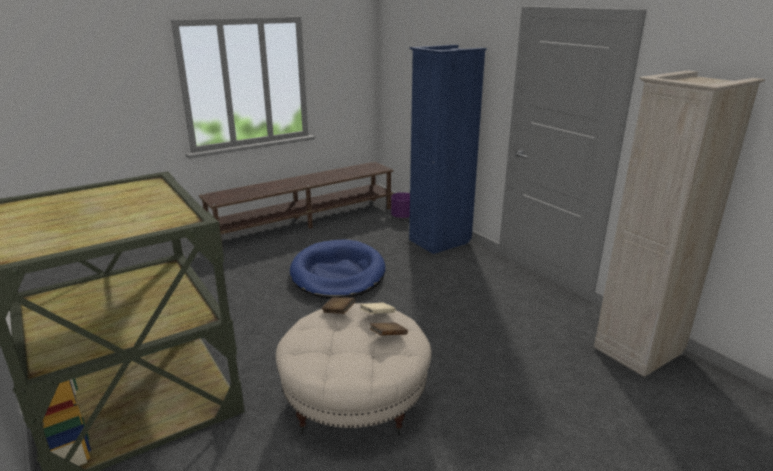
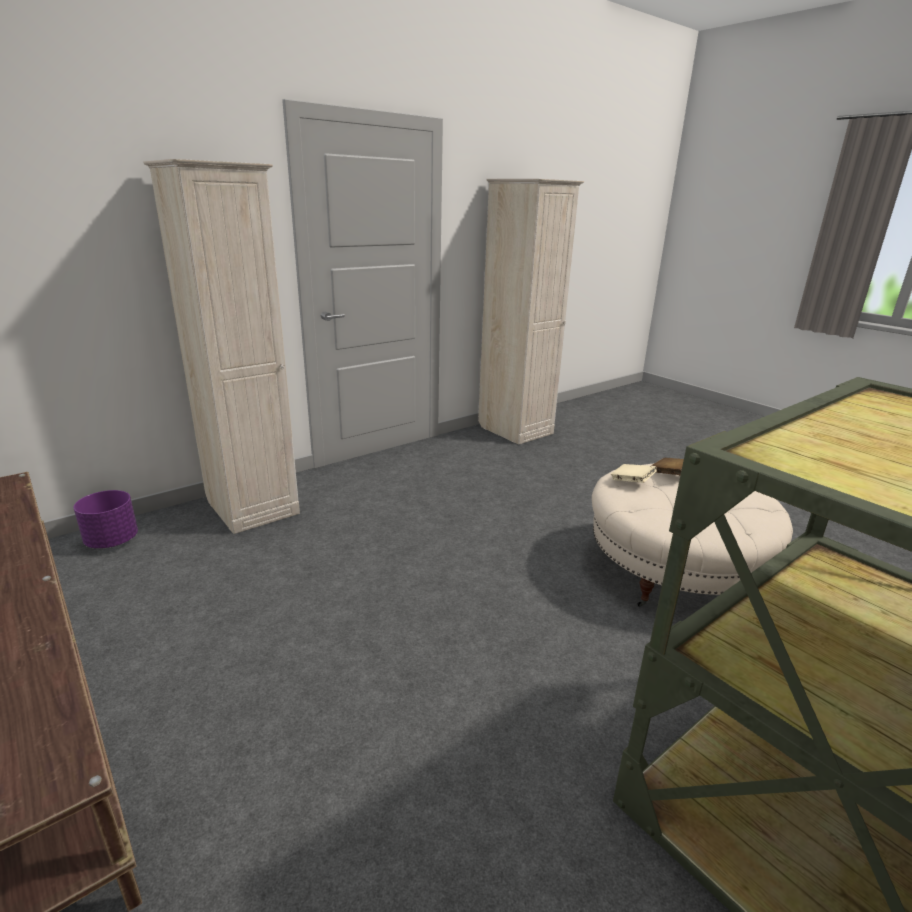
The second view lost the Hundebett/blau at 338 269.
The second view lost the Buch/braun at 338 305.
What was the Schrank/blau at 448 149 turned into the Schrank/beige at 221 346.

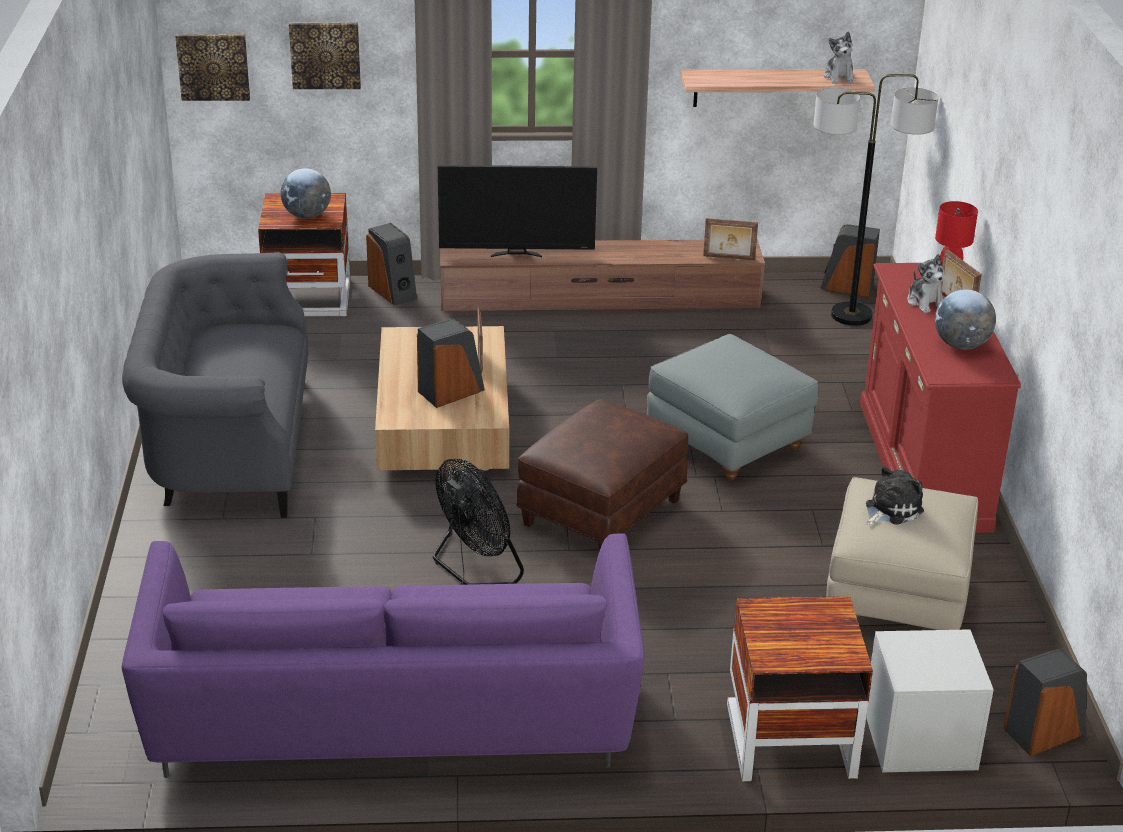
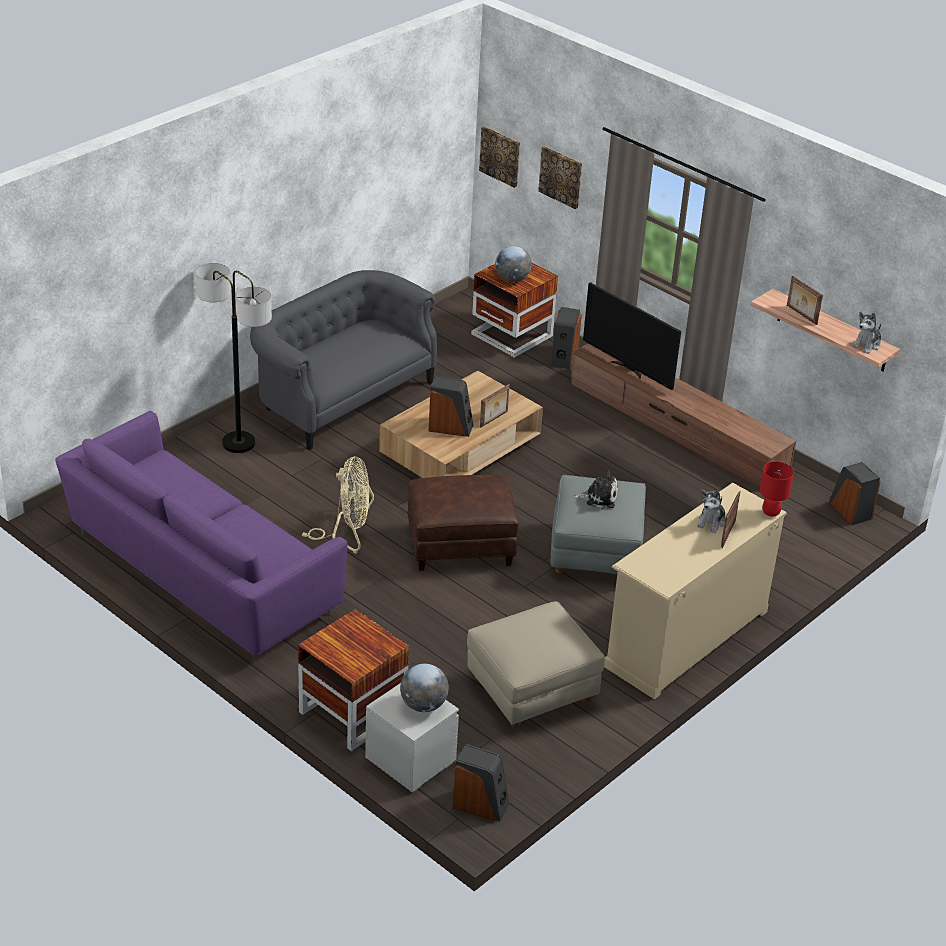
The Bilderrahmen ended up elsewhere, having gone from 730 239 to 805 300.
The Stehlampe ended up elsewhere, having gone from 875 200 to 233 358.
The Plüschtier ended up elsewhere, having gone from 895 495 to 596 489.
The Globus ended up elsewhere, having gone from 965 319 to 424 688.
What was the Ventilator/schwarz at 478 522 turned into the Ventilator/beige at 337 505.
What was the Schrank/rot at 940 398 turned into the Schrank/beige at 695 591.

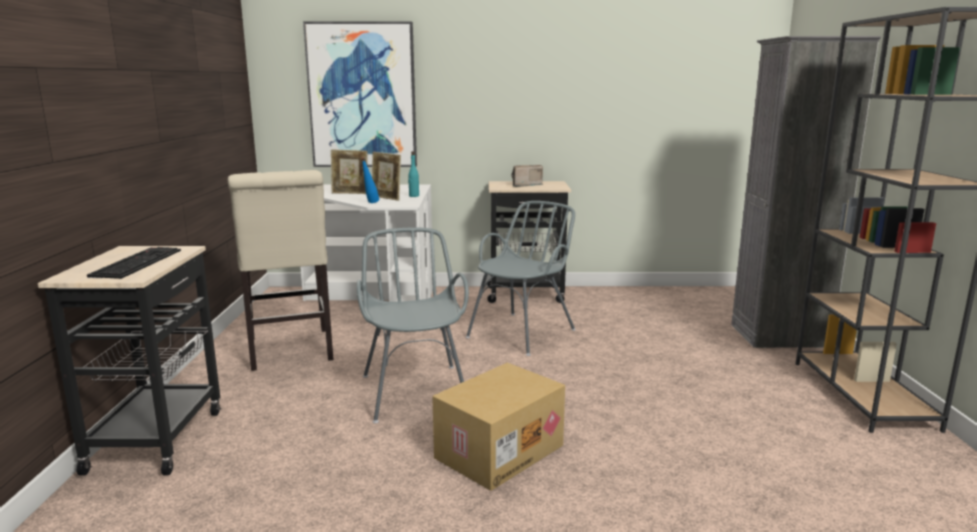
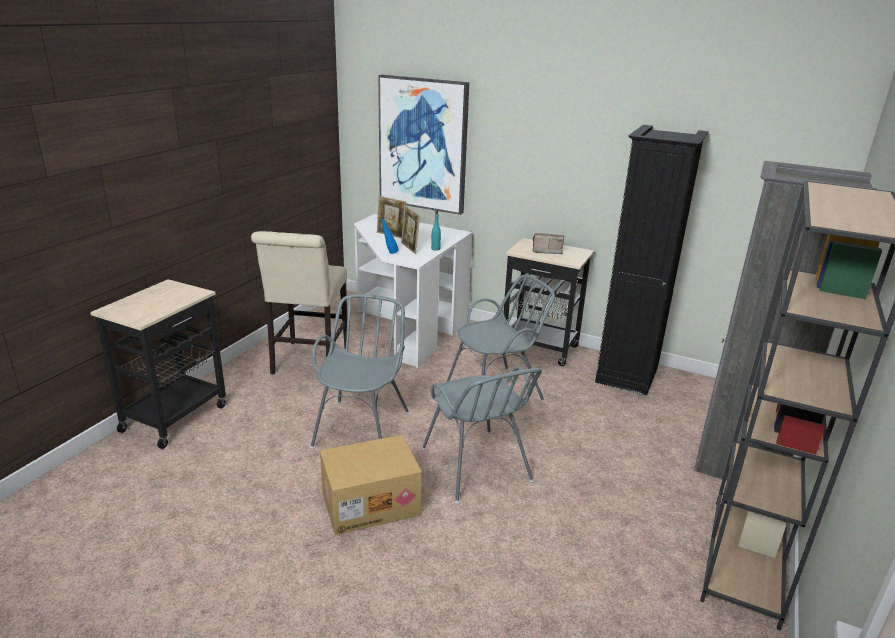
The second view lost the Tastatur at 134 263.
The second view gained the Stuhl/grau at 481 435.
The second view gained the Schrank/schwarz at 652 260.

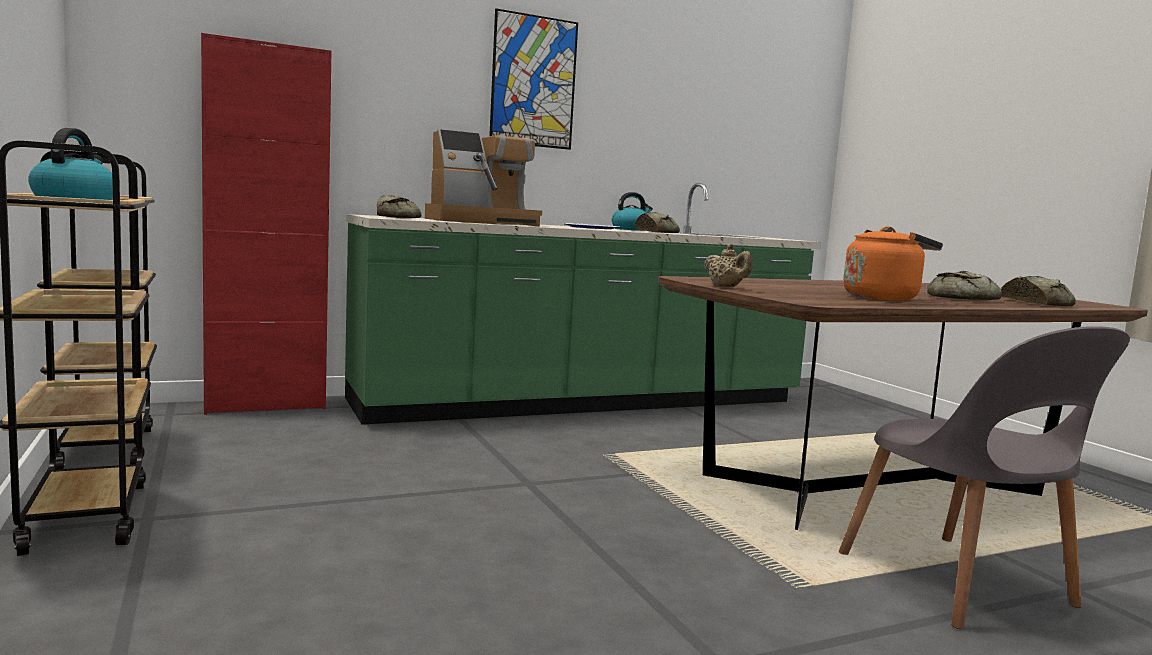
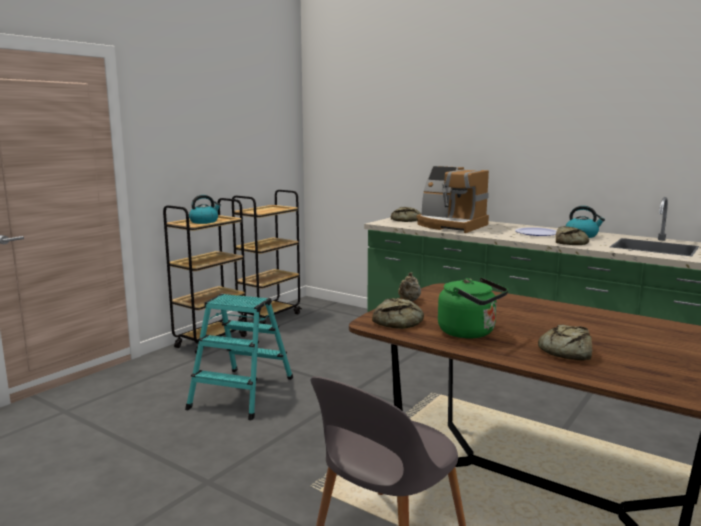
The second view lost the Schrank/rot at 266 224.
The second view lost the Bild at 533 79.
The second view gained the Trittleiter/türkis at 239 357.
The Brot ended up elsewhere, having gone from 1038 291 to 398 313.
What was the Wasserkessel/orange at 893 263 turned into the Wasserkessel/grün at 473 307.

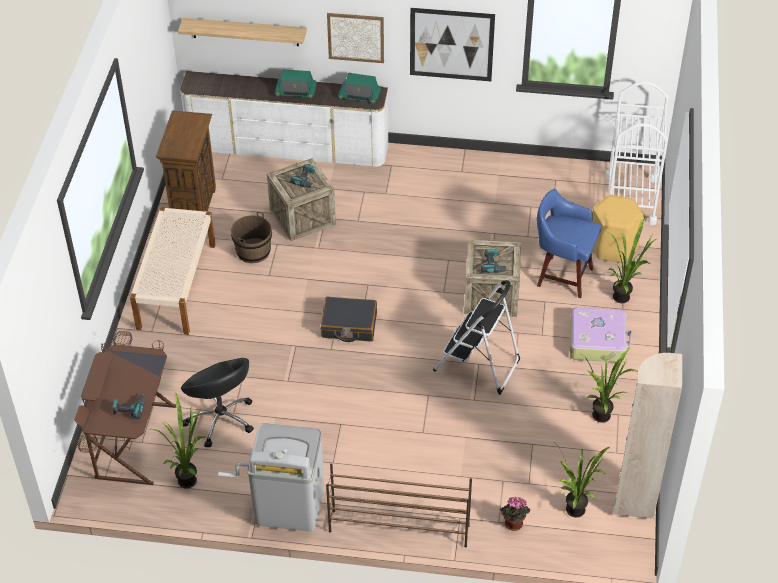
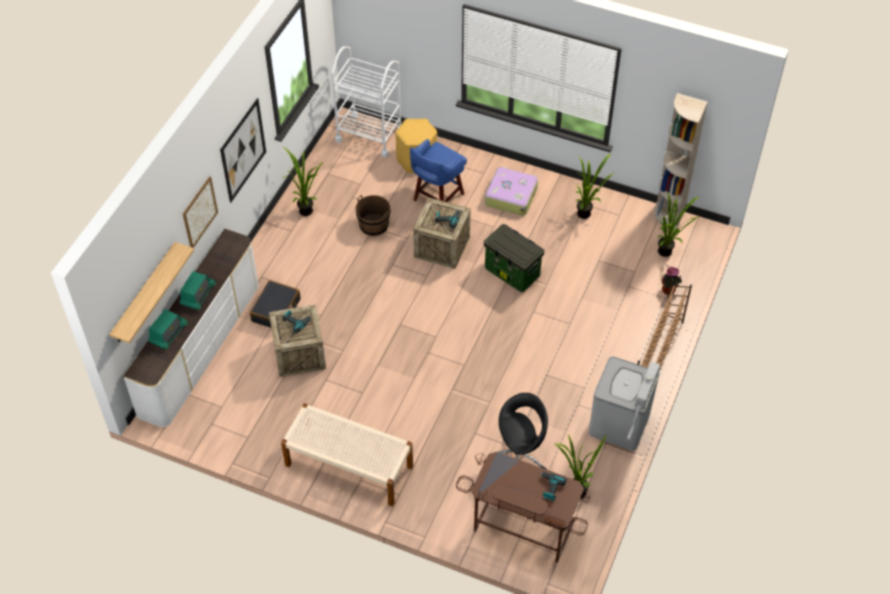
The second view lost the Schrank/braun at 186 169.
The Eimer/braun ended up elsewhere, having gone from 251 237 to 373 215.
The Koffer/schwarz ended up elsewhere, having gone from 349 319 to 275 304.
The Radio ended up elsewhere, having gone from 359 88 to 168 329.
The Topfpflanze ended up elsewhere, having gone from 632 259 to 303 181.
Where the Trittleiter stood at 476 337, the Aufbewahrungsbox came to stand at 514 258.

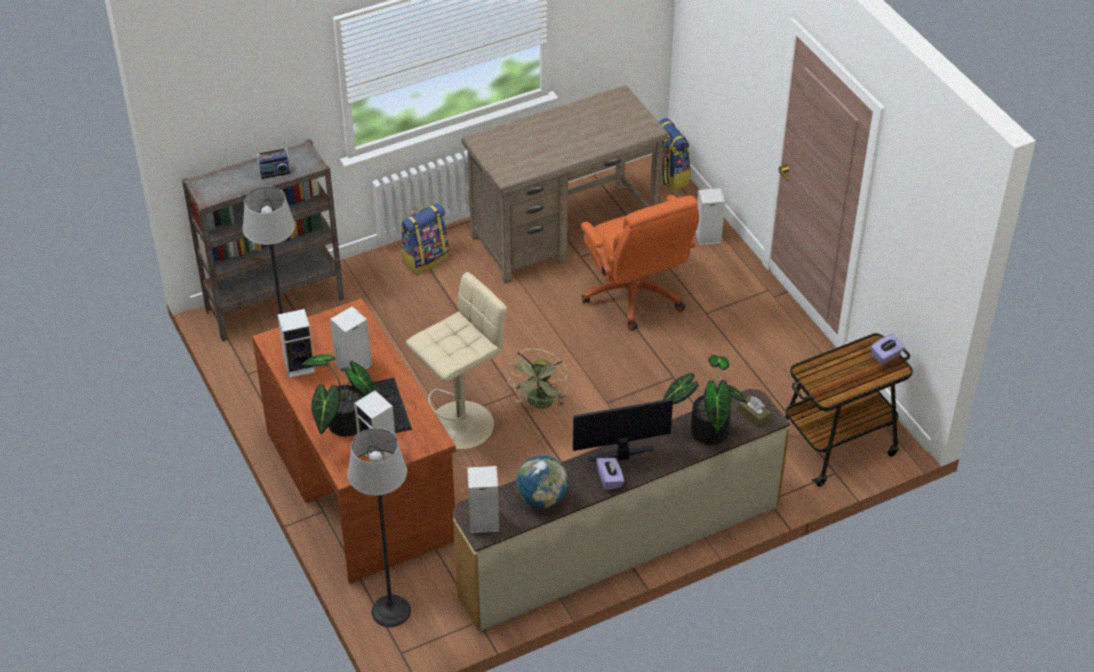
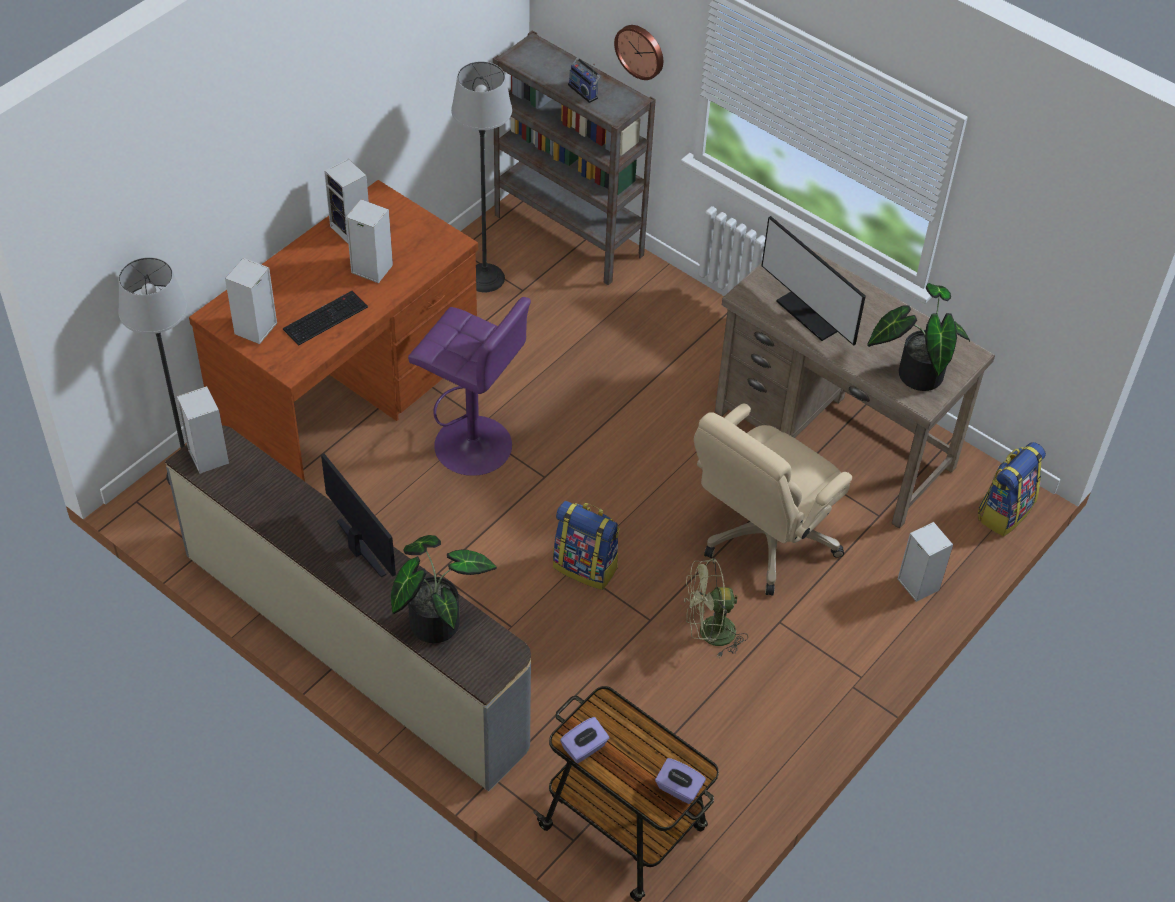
The second view lost the Globus at 542 481.
The second view lost the Taschentuchbox/braun at 754 412.
The second view gained the Wanduhr at 638 52.
The second view gained the Monitor at 813 281.
The Topfpflanze ended up elsewhere, having gone from 338 395 to 918 337.
The Rucksack ended up elsewhere, having gone from 425 239 to 586 545.
The Ventilator/grün ended up elsewhere, having gone from 538 378 to 716 608.
The Taschentuchbox/lila ended up elsewhere, having gone from 610 473 to 584 740.
What was the Hocker/beige at 456 360 turned into the Hocker/lila at 469 386.
What was the Schrank/braun at 621 510 turned into the Schrank/grau at 348 608.
What was the Bürostuhl/orange at 640 263 turned into the Bürostuhl/beige at 773 500.

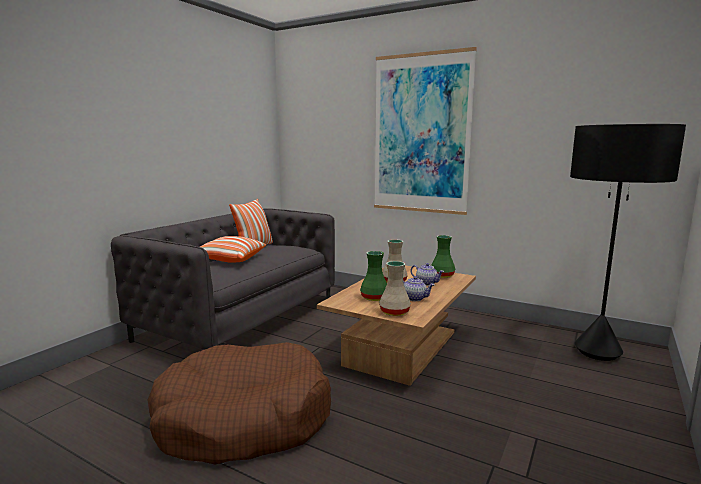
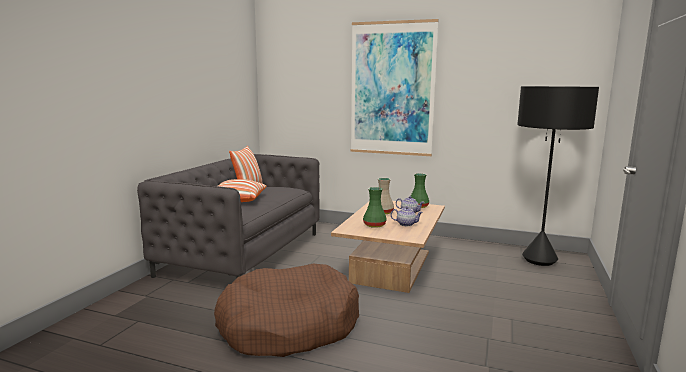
The second view lost the Vase/beige at 395 288.

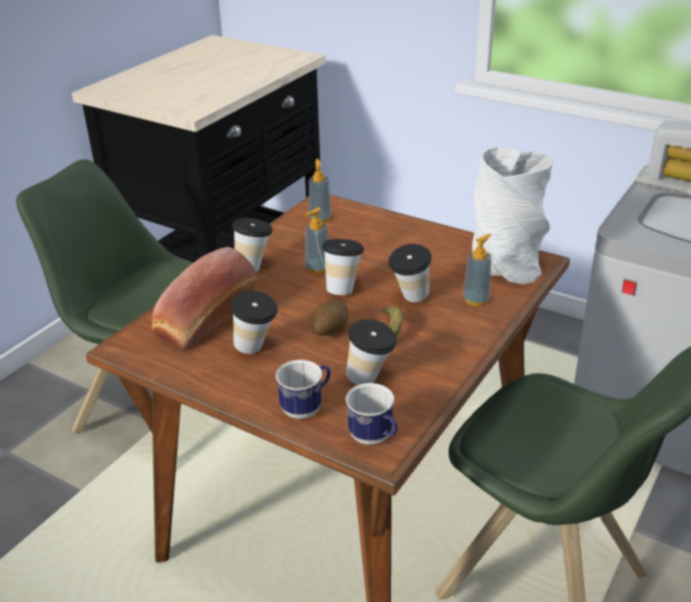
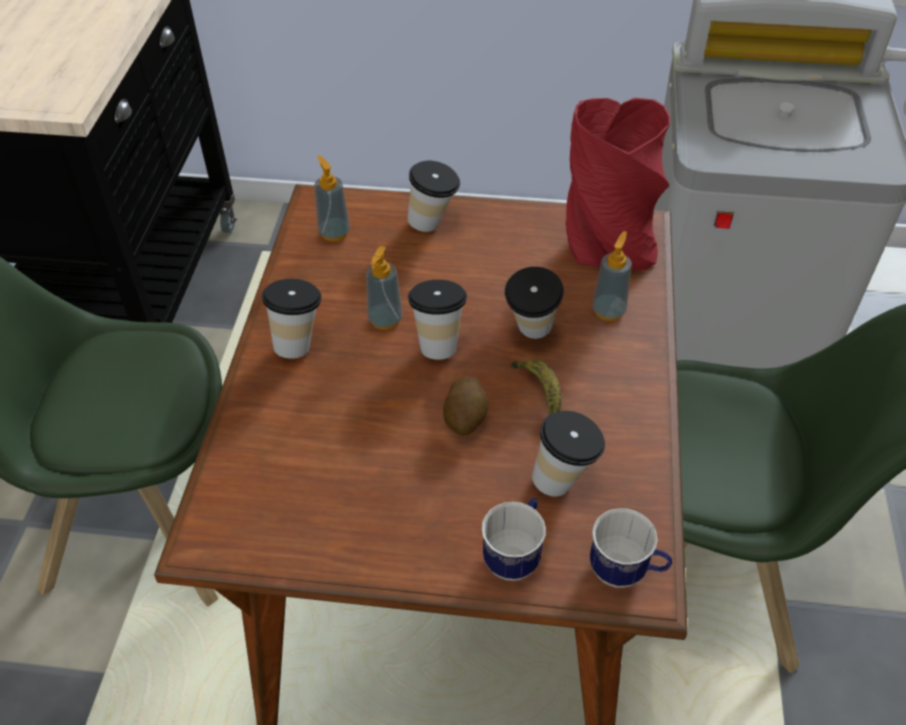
The second view lost the Brot at 204 298.
The Tasse ended up elsewhere, having gone from 254 322 to 434 196.
What was the Vase/grau at 512 215 turned into the Vase/rot at 618 184.

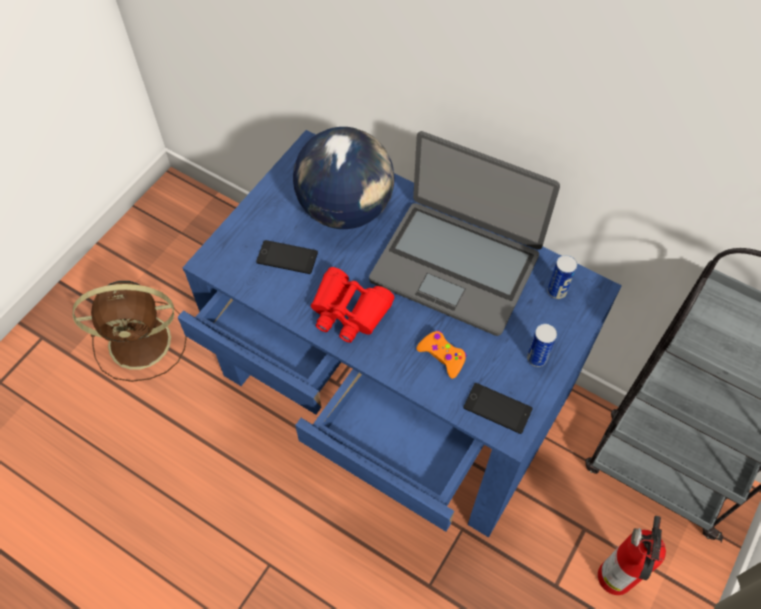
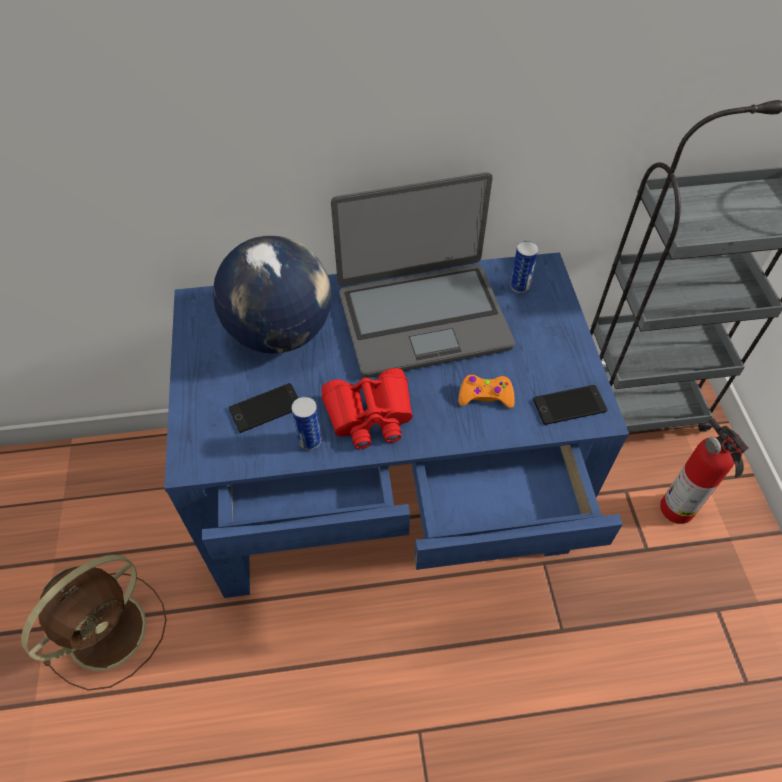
The Dose ended up elsewhere, having gone from 542 345 to 307 423.

